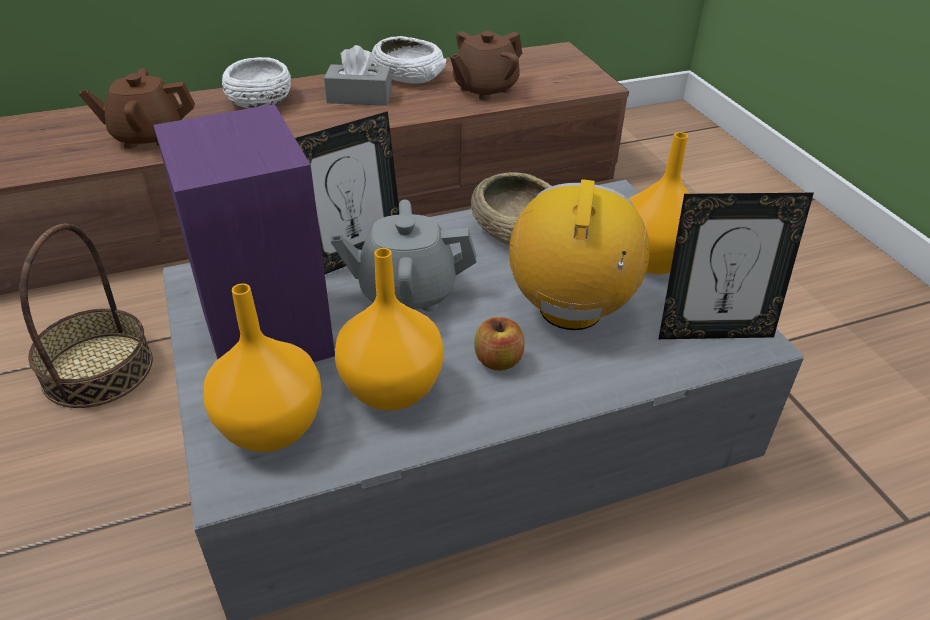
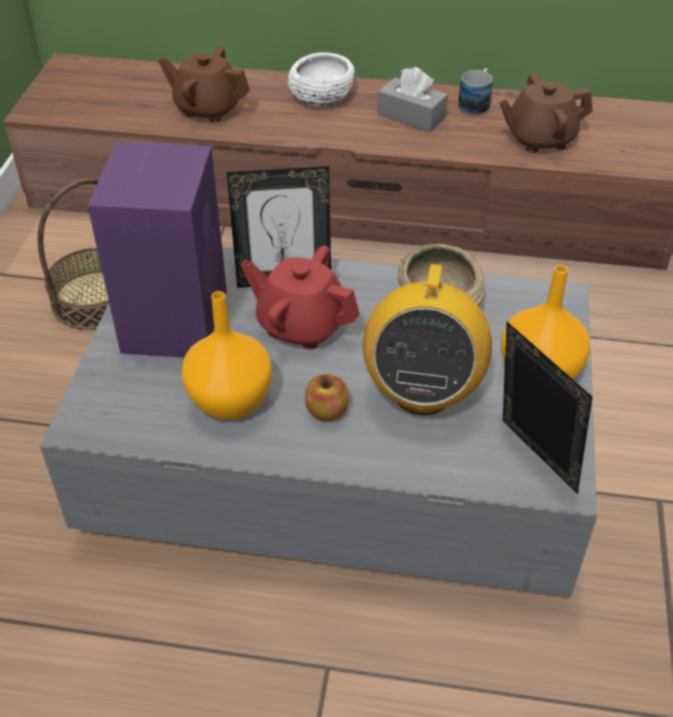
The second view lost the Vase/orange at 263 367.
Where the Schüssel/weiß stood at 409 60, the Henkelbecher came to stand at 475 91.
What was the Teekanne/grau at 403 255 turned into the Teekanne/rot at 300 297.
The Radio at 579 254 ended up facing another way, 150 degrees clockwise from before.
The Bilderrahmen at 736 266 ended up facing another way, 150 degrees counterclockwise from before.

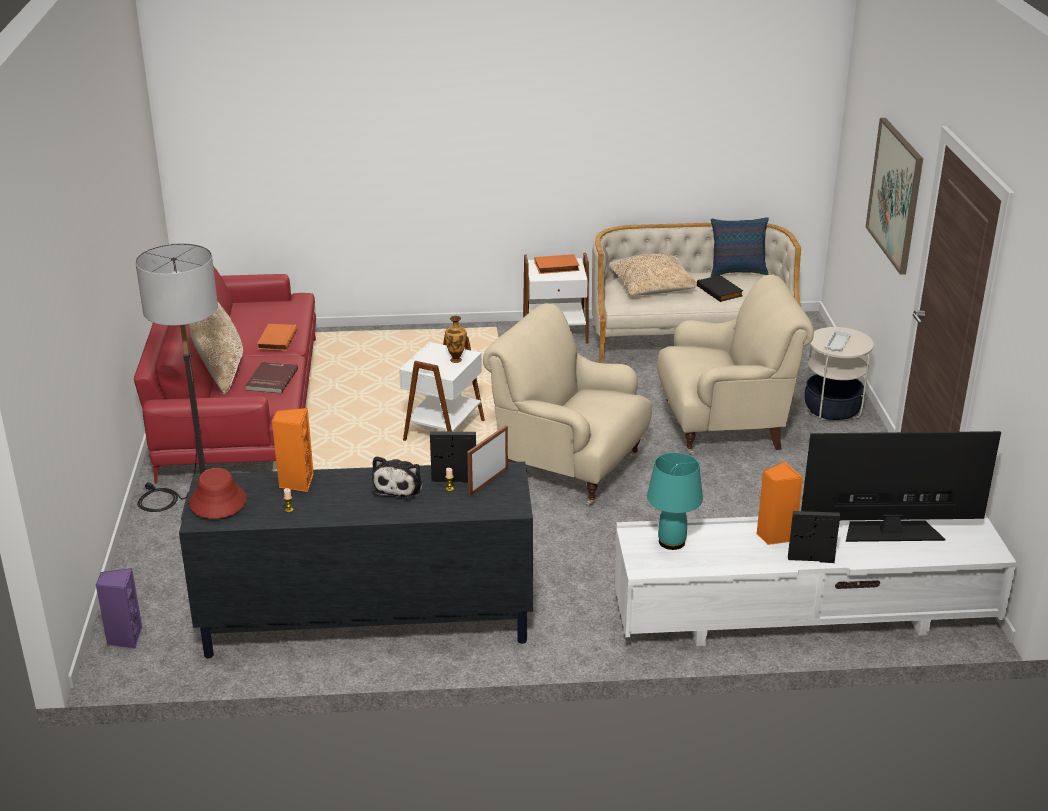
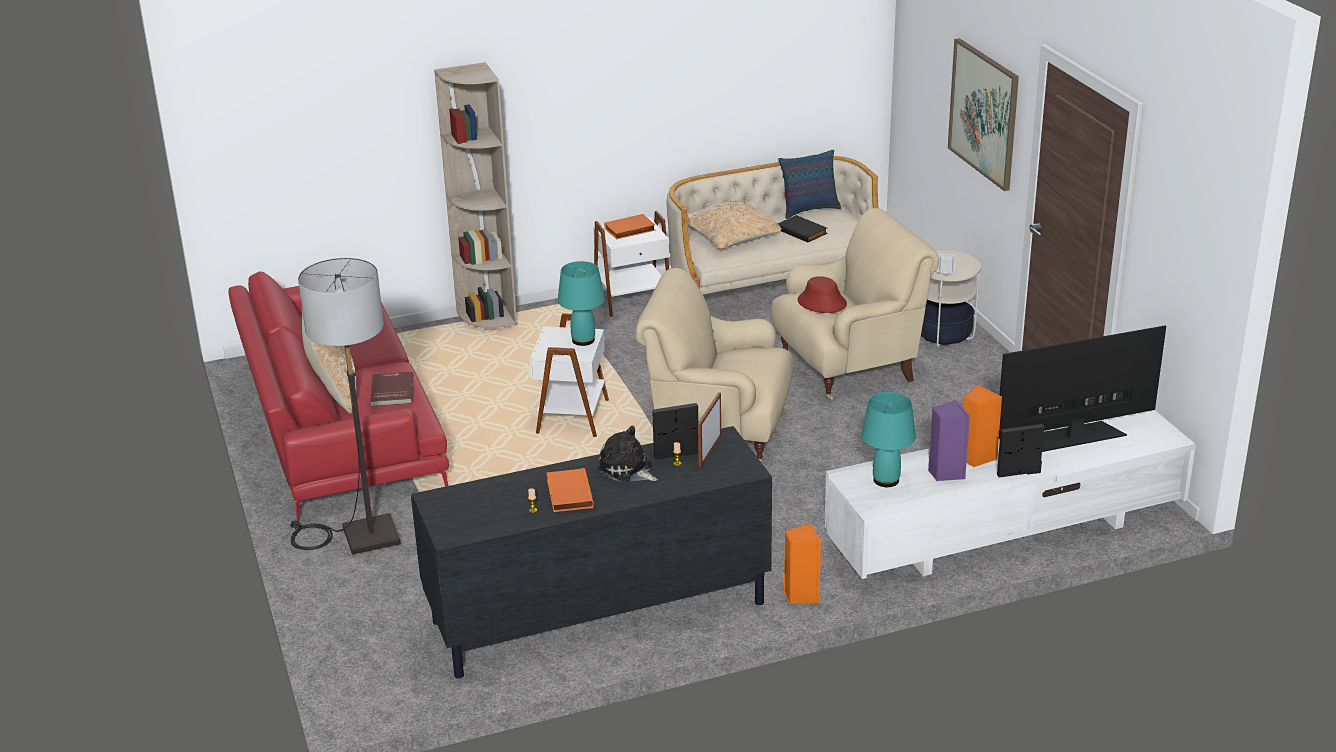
The second view gained the Bücherregal/beige at 475 196.
The Lautsprecher/lila ended up elsewhere, having gone from 119 608 to 949 440.
The Hut/rot ended up elsewhere, having gone from 218 493 to 822 294.
The Buch/orange ended up elsewhere, having gone from 277 337 to 570 490.
The Lautsprecher/orange ended up elsewhere, having gone from 293 450 to 802 563.
Where the Vase stood at 456 339, the Tischlampe/türkis came to stand at 581 303.
The Plüschtier at 397 477 ended up facing another way, 135 degrees clockwise from before.

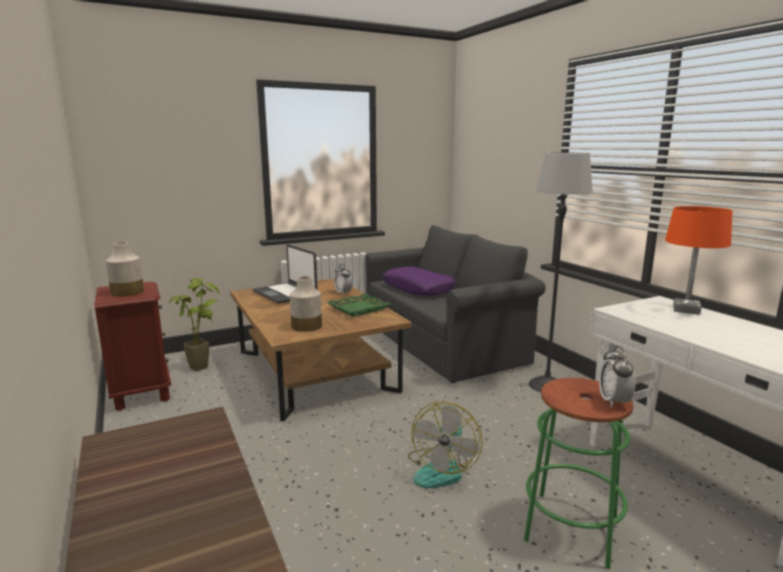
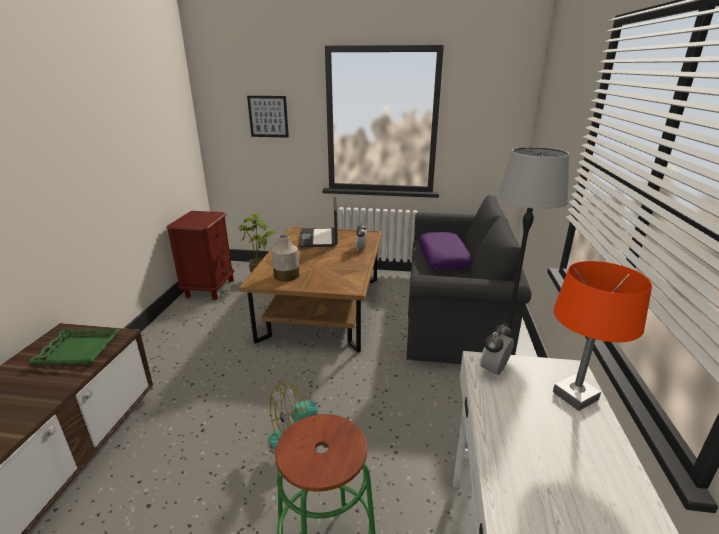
The second view lost the Vase/beige at 125 269.
The second view gained the Bild at 268 117.
The Tablett/grün ended up elsewhere, having gone from 358 305 to 73 346.
The Wecker ended up elsewhere, having gone from 617 376 to 497 349.

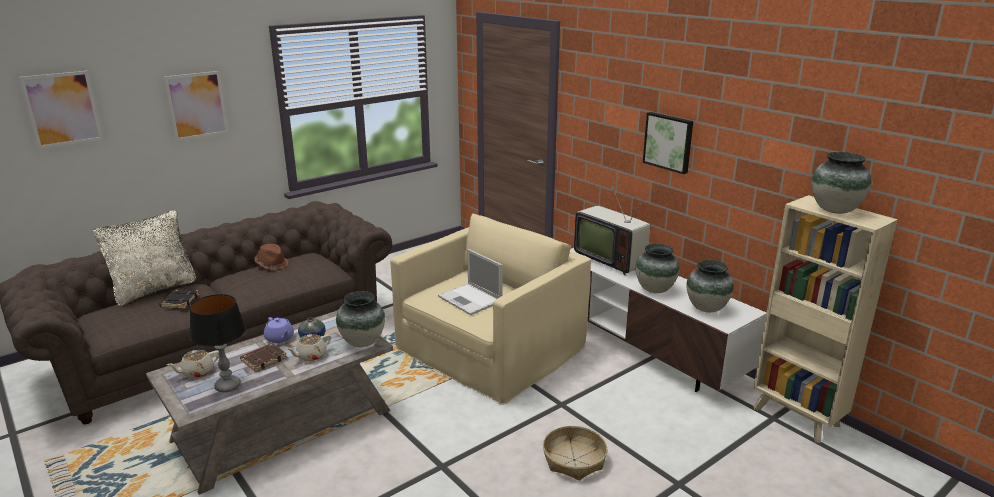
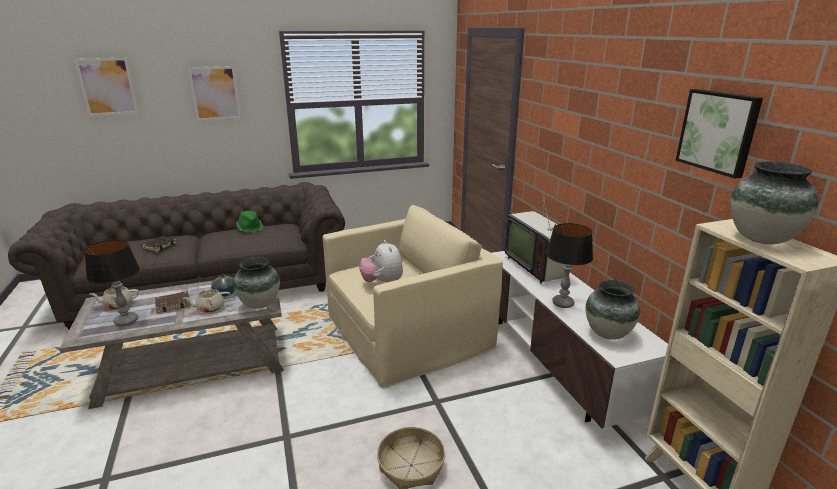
The second view lost the Kissen/beige at 144 258.
The second view lost the Teekanne/lila at 279 330.
The Bild ended up elsewhere, having gone from 668 143 to 719 134.
Where the Laptop stood at 470 282, the Plüschtier came to stand at 381 261.
Where the Vase stood at 657 268, the Tischlampe came to stand at 569 265.
What was the Hut/braun at 271 257 turned into the Hut/grün at 250 221.

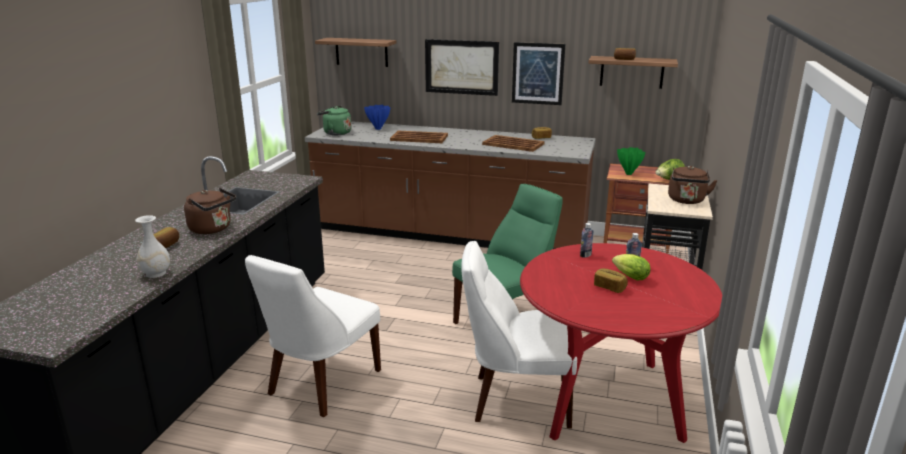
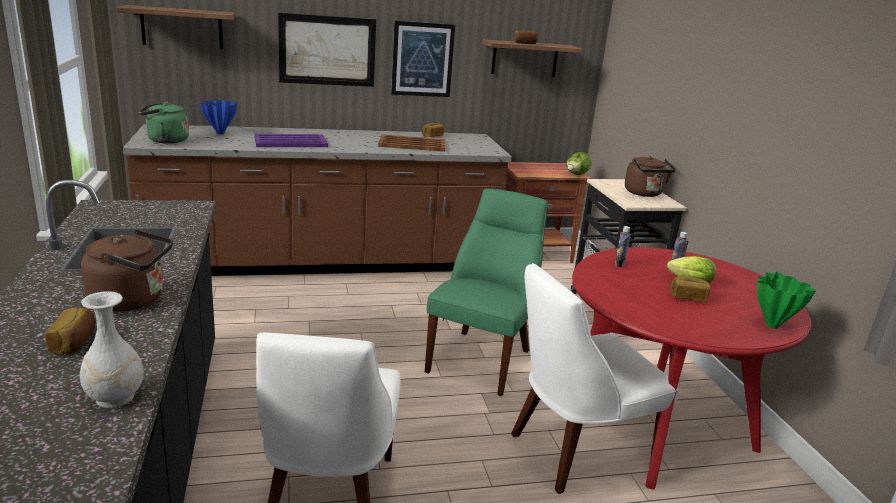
The Vase/grün ended up elsewhere, having gone from 631 161 to 786 300.
What was the Tablett/braun at 419 137 turned into the Tablett/lila at 291 140.

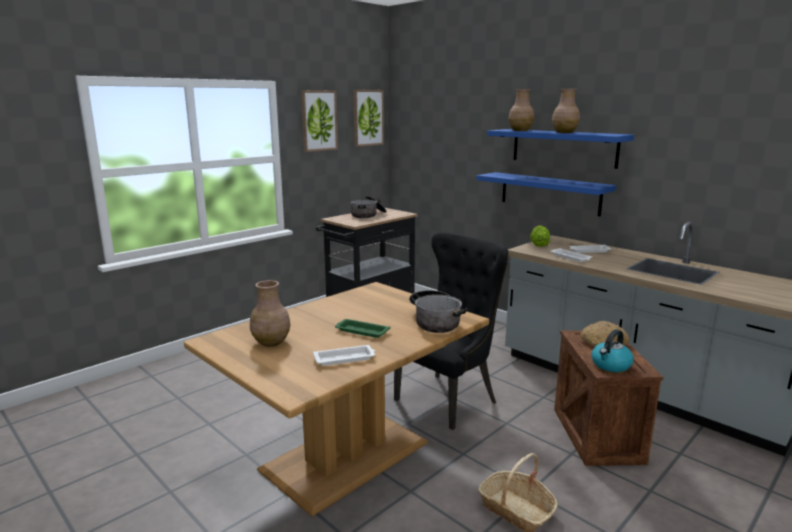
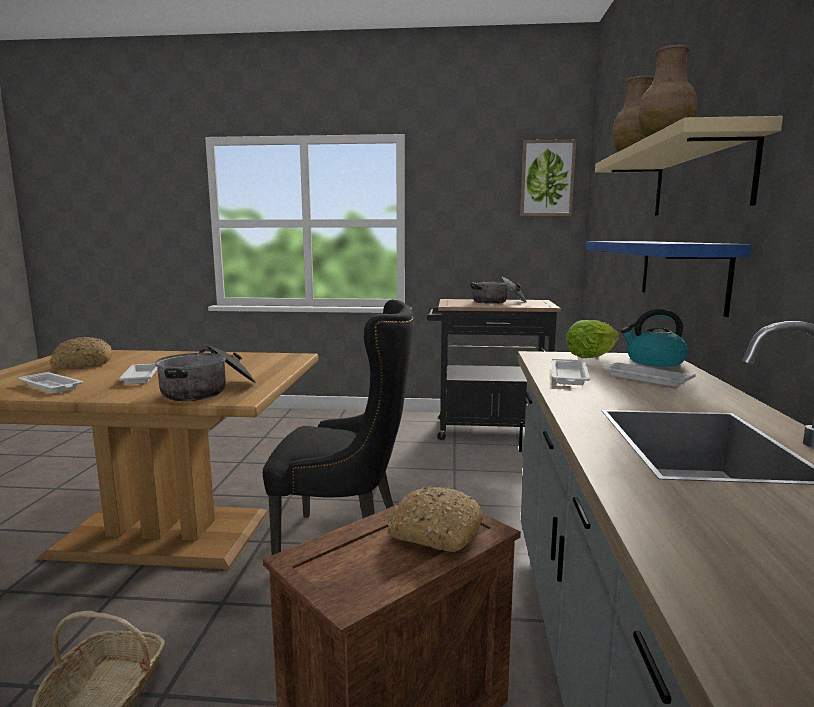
The second view lost the Bild at 319 121.
The Wasserkessel ended up elsewhere, having gone from 612 350 to 654 338.
Where the Vase/braun stood at 270 313, the Brot came to stand at 81 352.
What was the Tablett/grün at 362 328 turned into the Tablett/weiß at 138 374.
What was the Wandregal/blau at 560 149 turned into the Wandregal/beige at 689 166.

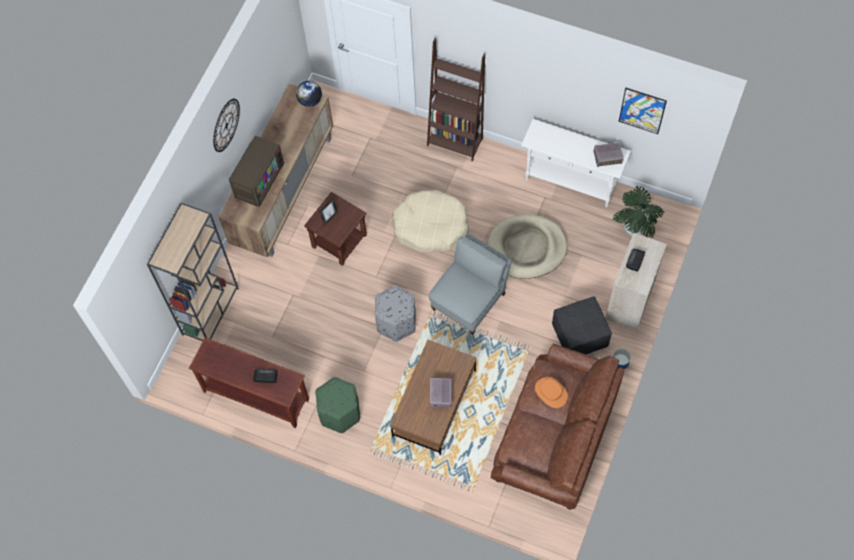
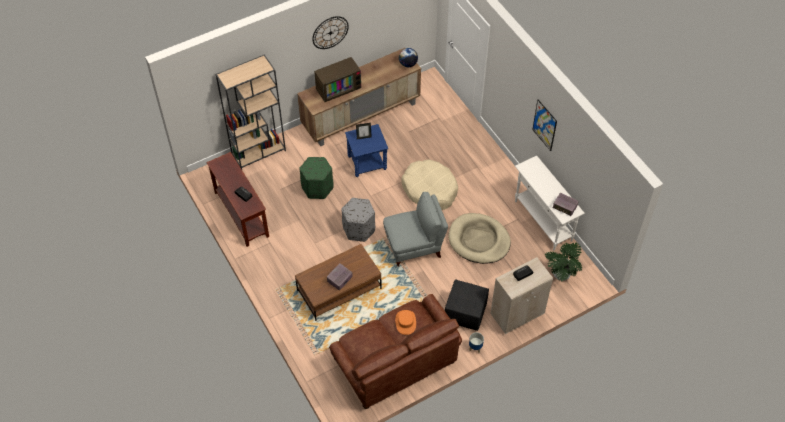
The second view lost the Bücherregal/braun at 456 99.
The Polsterhocker/grün ended up elsewhere, having gone from 337 405 to 316 178.
The Bild ended up elsewhere, having gone from 642 111 to 544 125.
What was the Beistelltisch/braun at 335 229 turned into the Beistelltisch/blau at 366 150.

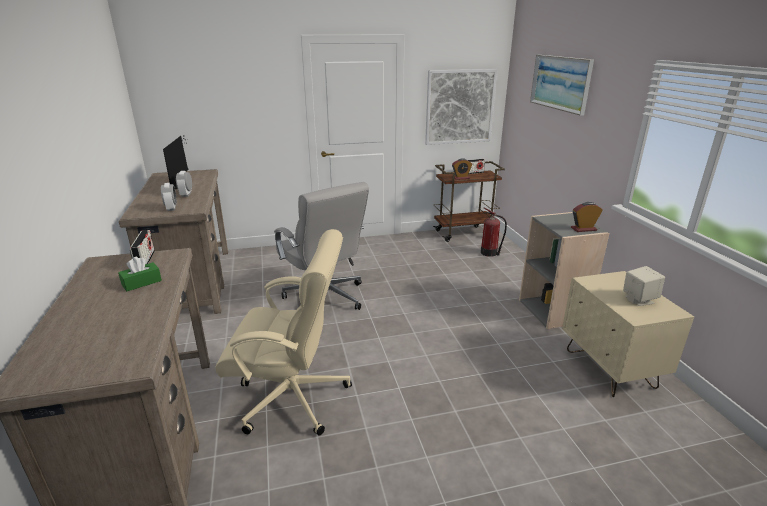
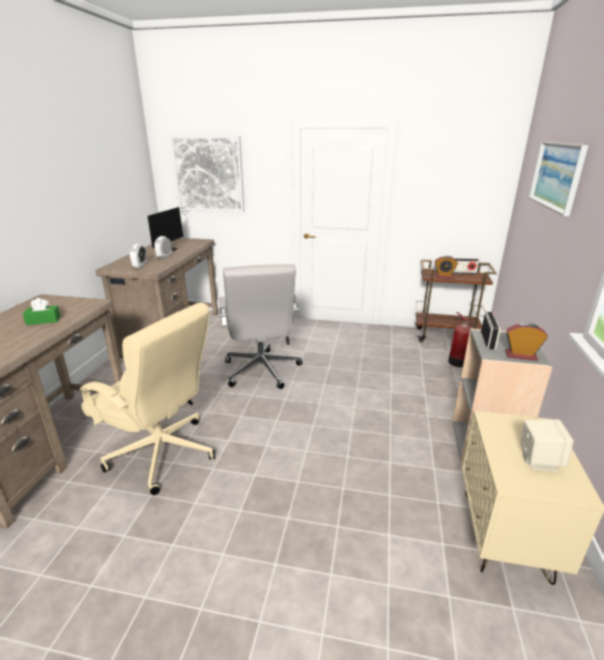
The Radio ended up elsewhere, having gone from 142 247 to 491 331.
The Bild ended up elsewhere, having gone from 461 107 to 207 174.

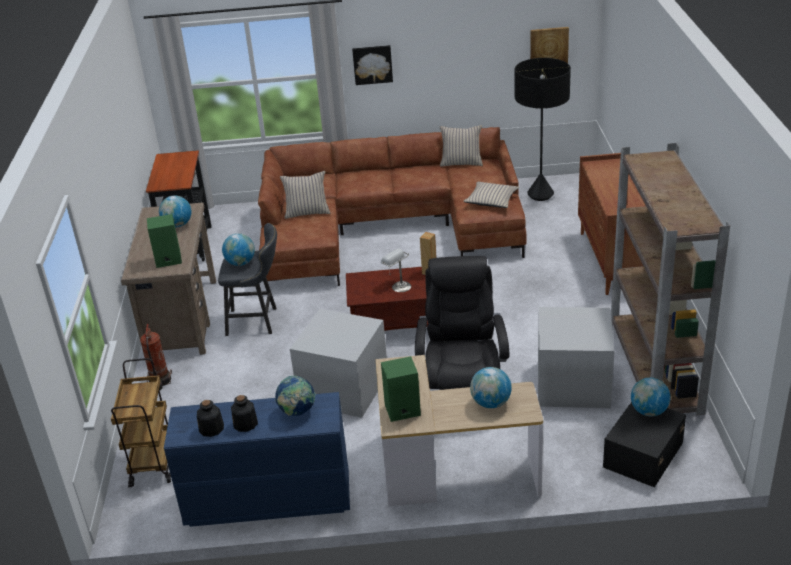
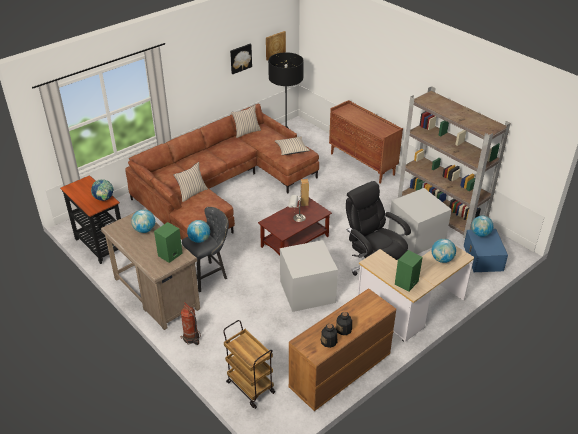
The Globus ended up elsewhere, having gone from 295 396 to 102 190.
The Bild ended up elsewhere, having gone from 372 65 to 241 59.
What was the Kommode/blau at 257 459 turned into the Kommode/braun at 342 349.
What was the Aufbewahrungsbox/schwarz at 644 445 turned into the Aufbewahrungsbox/blau at 486 250.

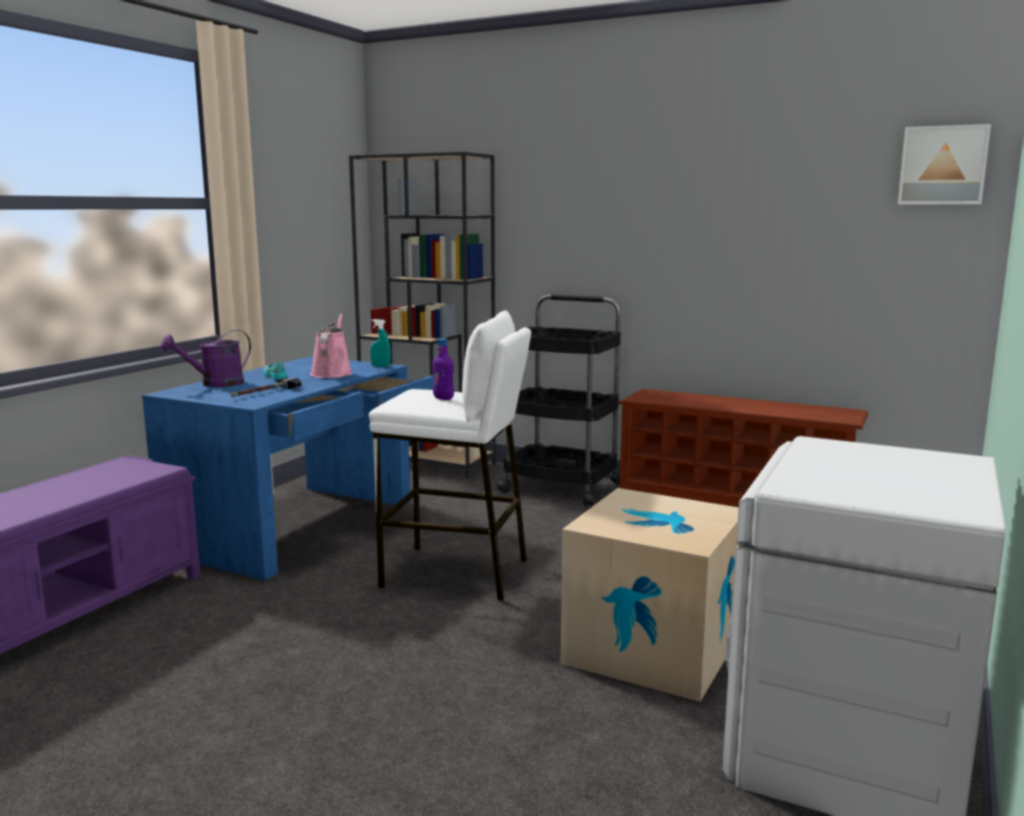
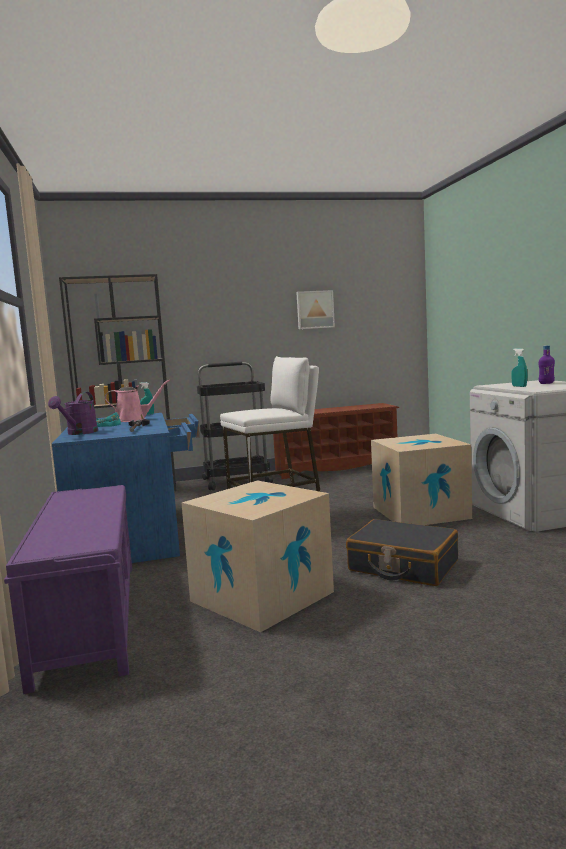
The second view gained the Karton at 258 556.
The second view gained the Koffer/schwarz at 402 552.
The second view gained the Sprühflasche/türkis at 519 368.
The Flasche/lila ended up elsewhere, having gone from 443 369 to 547 364.
The Bild ended up elsewhere, having gone from 944 164 to 315 309.
The Gießkanne/rosa at 331 346 ended up facing another way, 120 degrees clockwise from before.

